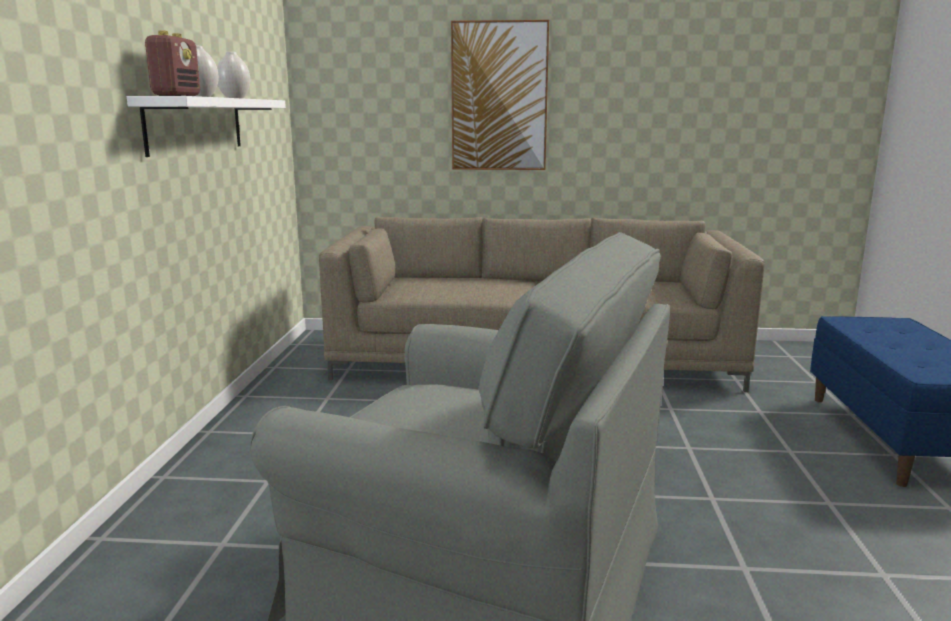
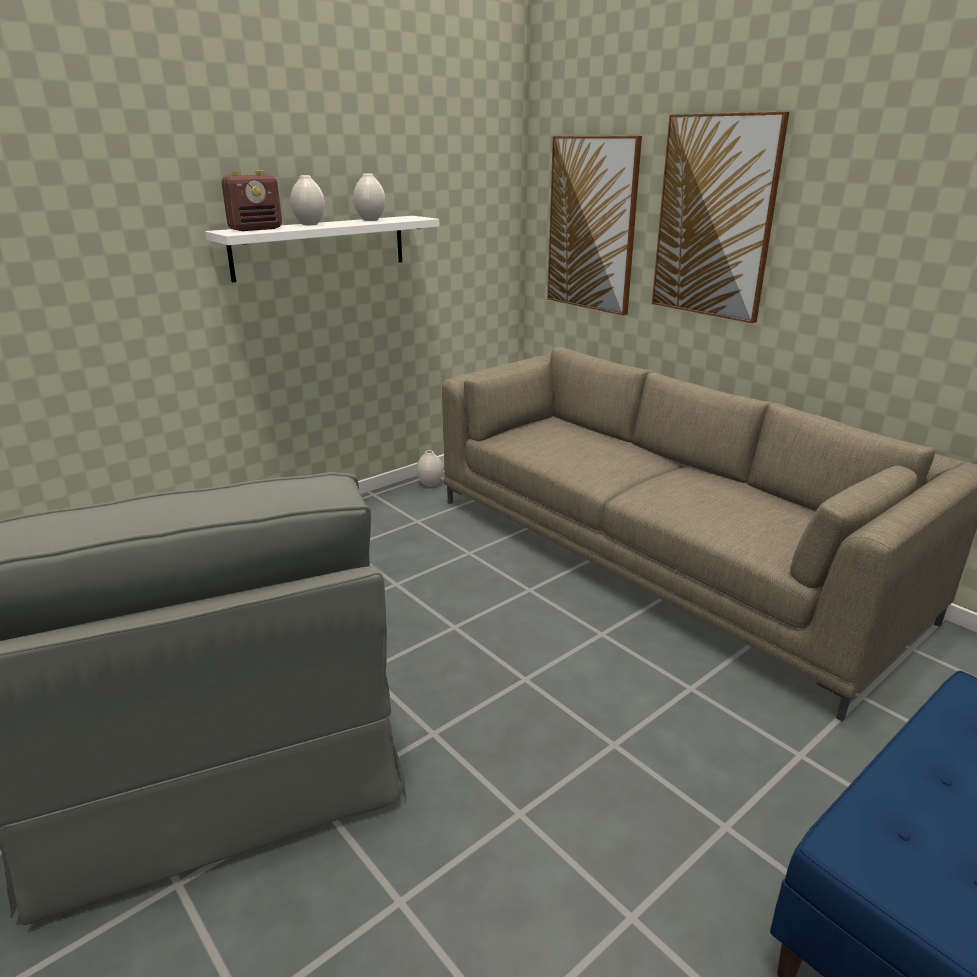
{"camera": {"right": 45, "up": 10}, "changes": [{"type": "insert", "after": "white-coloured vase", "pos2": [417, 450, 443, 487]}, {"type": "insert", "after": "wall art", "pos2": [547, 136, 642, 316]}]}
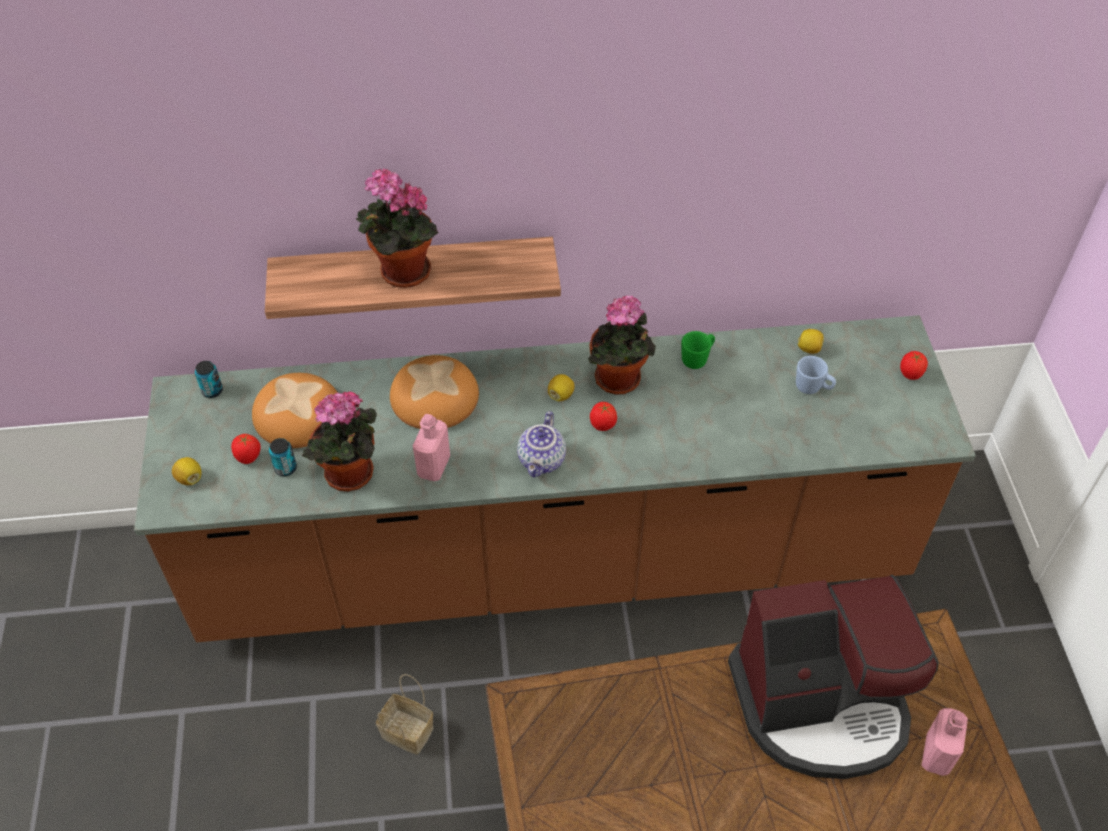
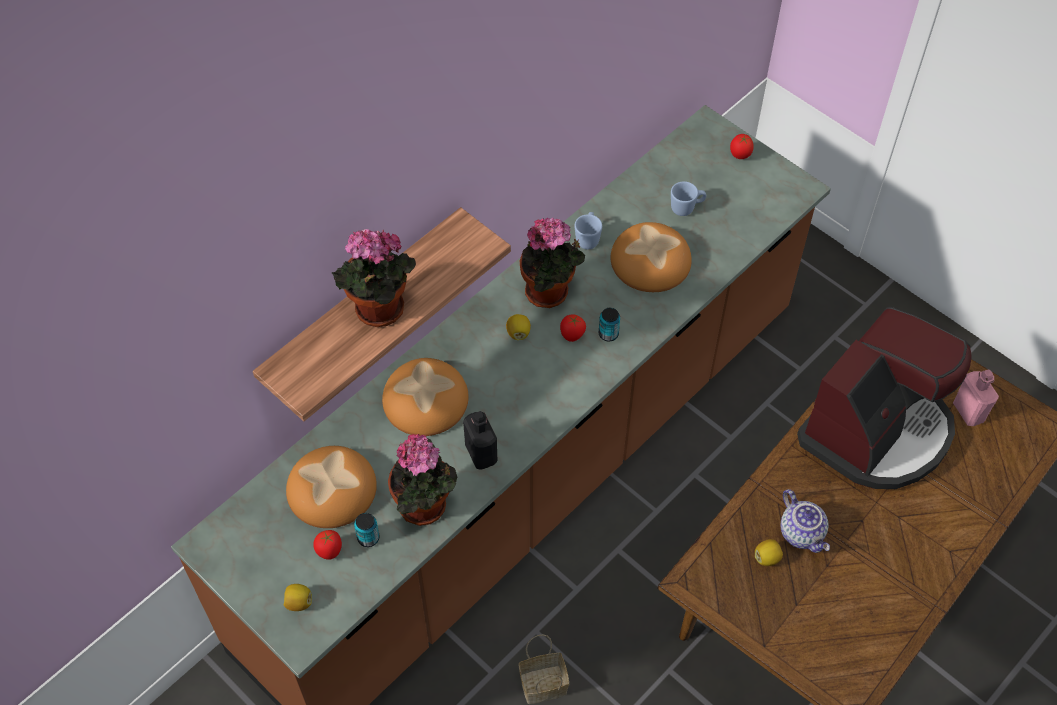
{"camera": {"right": -40, "up": 5}, "changes": [{"type": "insert", "after": "bakery bread", "pos2": [611, 222, 692, 292]}, {"type": "move", "before": "sealed can", "pos1": [195, 361, 223, 398], "pos2": [599, 308, 620, 341]}, {"type": "move", "before": "teapot", "pos1": [517, 411, 566, 477], "pos2": [781, 489, 830, 553]}, {"type": "move", "before": "whole lemon", "pos1": [798, 329, 824, 354], "pos2": [755, 539, 783, 566]}, {"type": "recolor", "before": "pink drink bottle", "after": "black drink bottle", "pos1": [413, 414, 450, 481], "pos2": [463, 411, 498, 470]}, {"type": "recolor", "before": "green-coloured mug", "after": "bluish mug", "pos1": [681, 331, 715, 369], "pos2": [575, 212, 602, 249]}]}
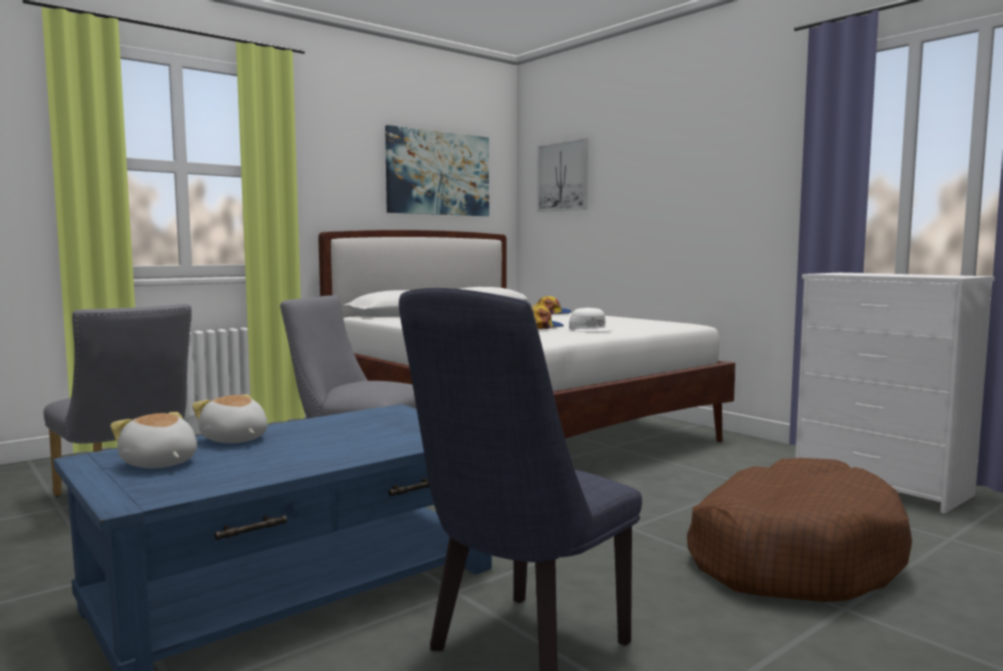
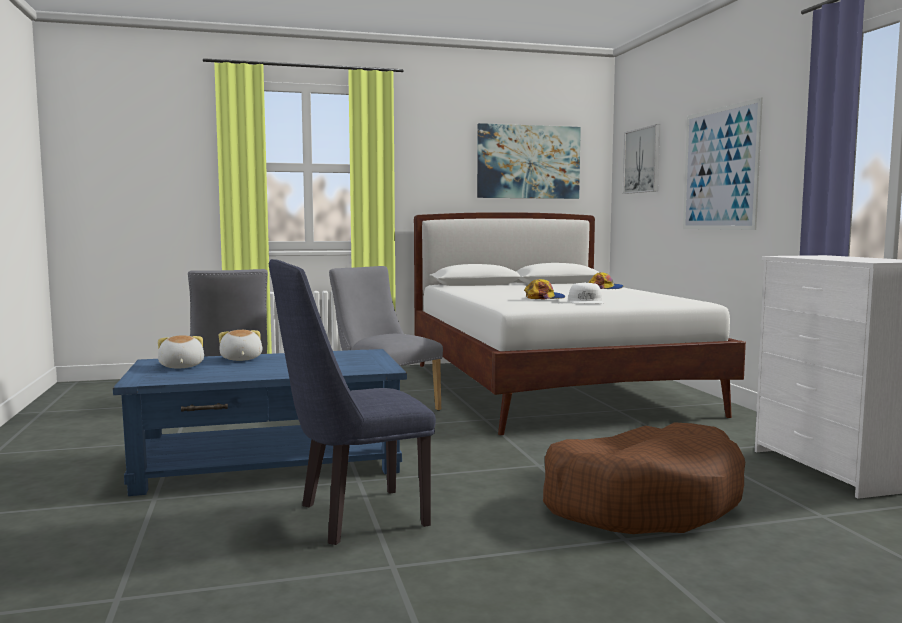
{"camera": {"right": 25, "up": 0}, "changes": [{"type": "insert", "after": "wall art", "pos2": [683, 97, 763, 230]}]}
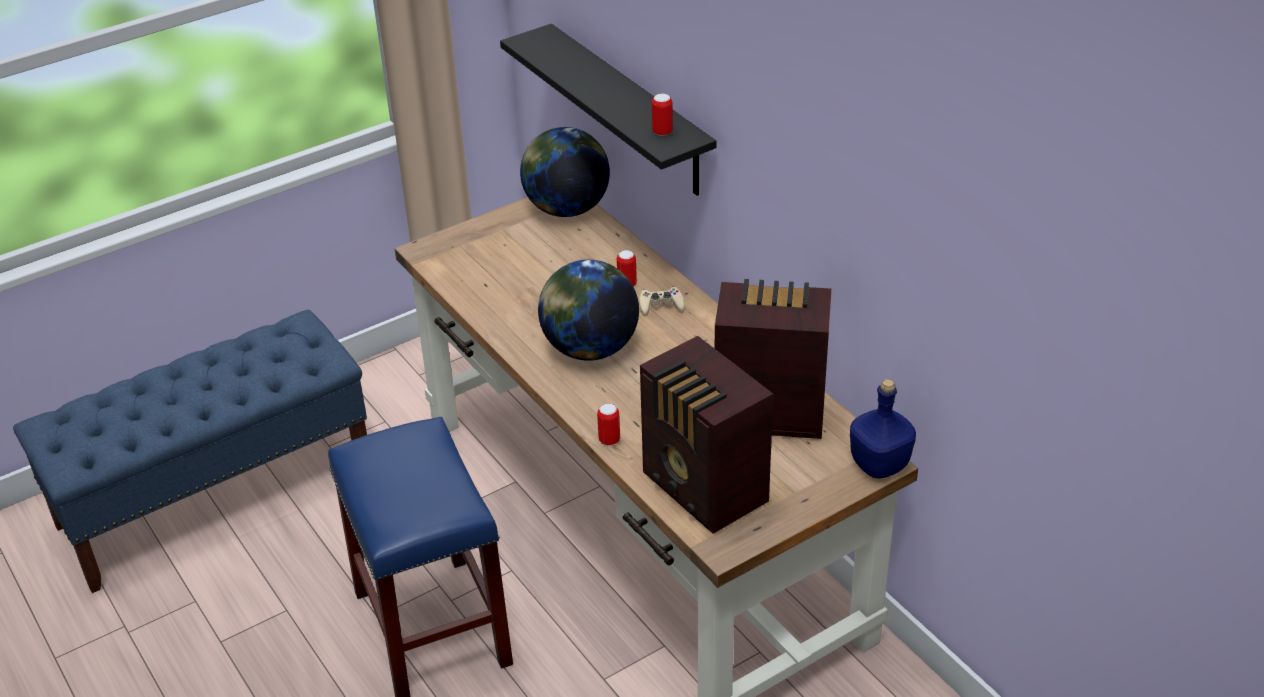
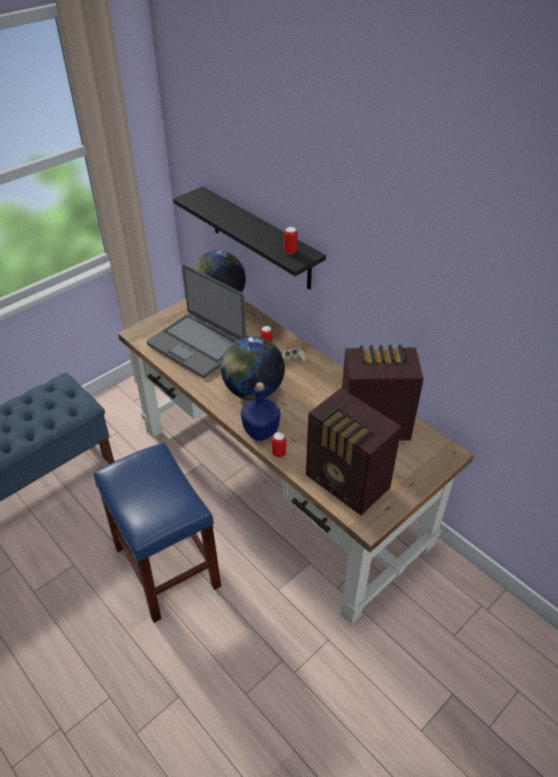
{"camera": {"right": -10, "up": 5}, "changes": [{"type": "insert", "after": "notebook computer", "pos2": [147, 264, 246, 378]}, {"type": "move", "before": "bluish drink bottle", "pos1": [850, 379, 916, 479], "pos2": [241, 382, 280, 441]}]}
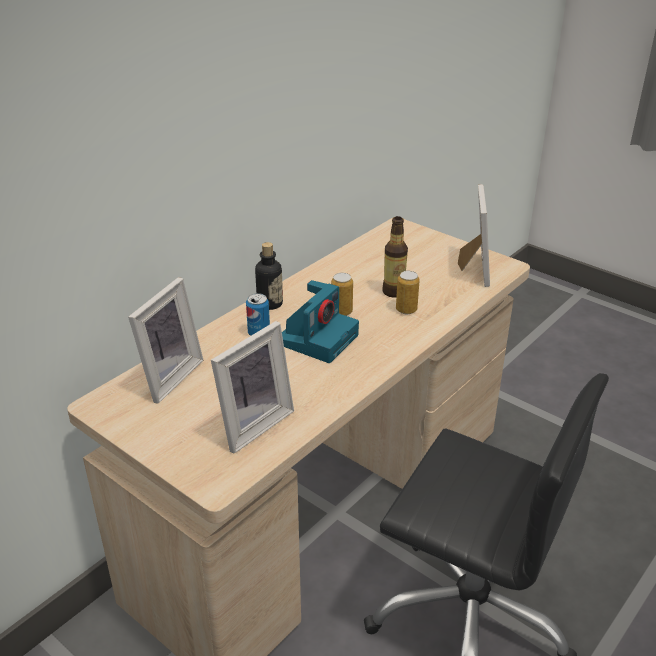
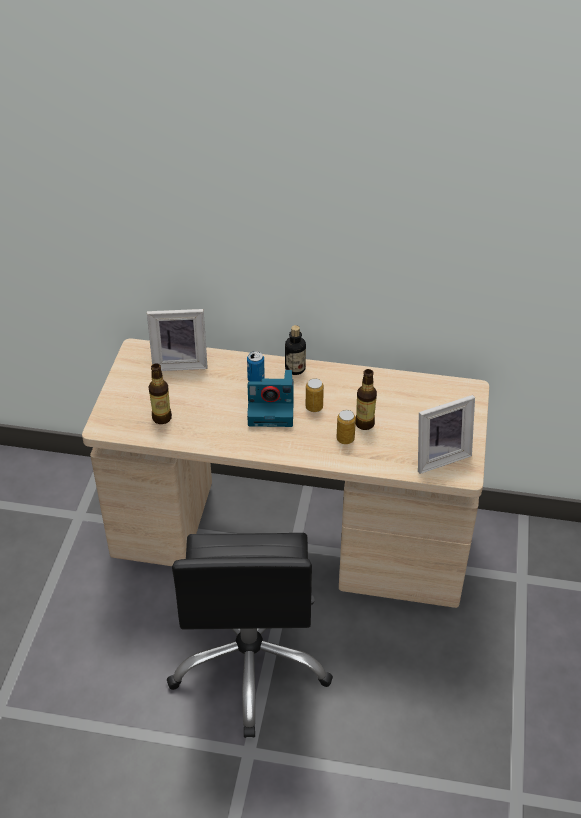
{"camera": {"right": 60, "up": 10}, "changes": [{"type": "replace", "before": "photo frame", "after": "drink bottle", "pos1": [211, 321, 294, 453], "pos2": [148, 363, 172, 424]}]}
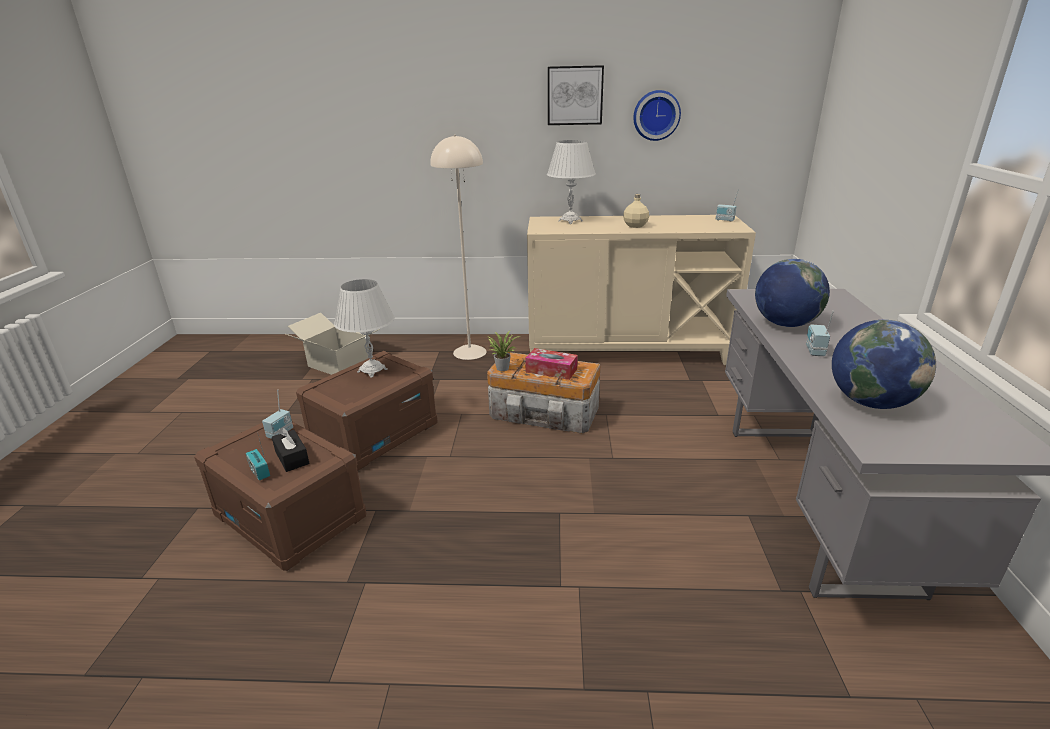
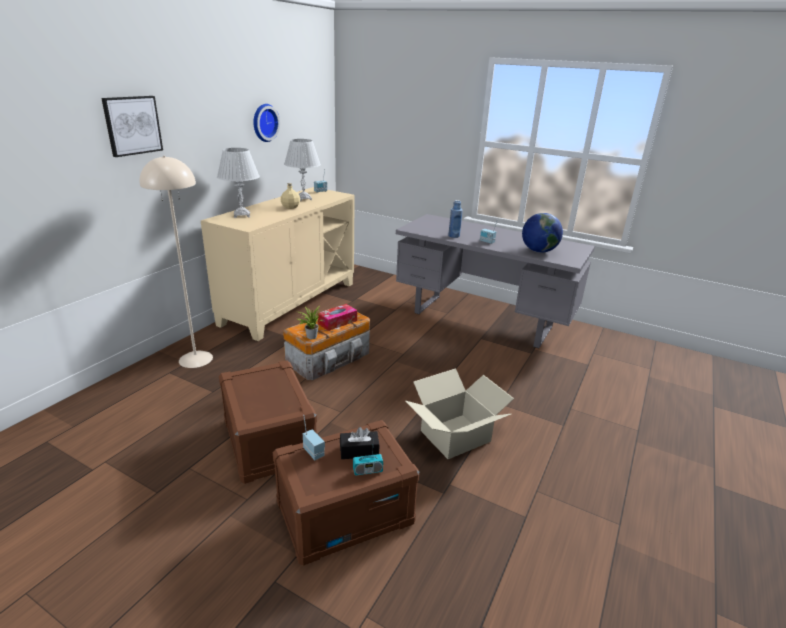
{"camera": {"right": -65, "up": 0}, "changes": [{"type": "move", "before": "packing box", "pos1": [286, 313, 379, 375], "pos2": [405, 368, 514, 459]}, {"type": "move", "before": "white-coloured lamp for a table", "pos1": [334, 279, 395, 378], "pos2": [284, 139, 321, 201]}, {"type": "move", "before": "wall art", "pos1": [548, 65, 604, 125], "pos2": [101, 96, 163, 157]}, {"type": "replace", "before": "desk globe", "after": "bluish drink bottle", "pos1": [755, 259, 830, 327], "pos2": [448, 200, 463, 238]}]}
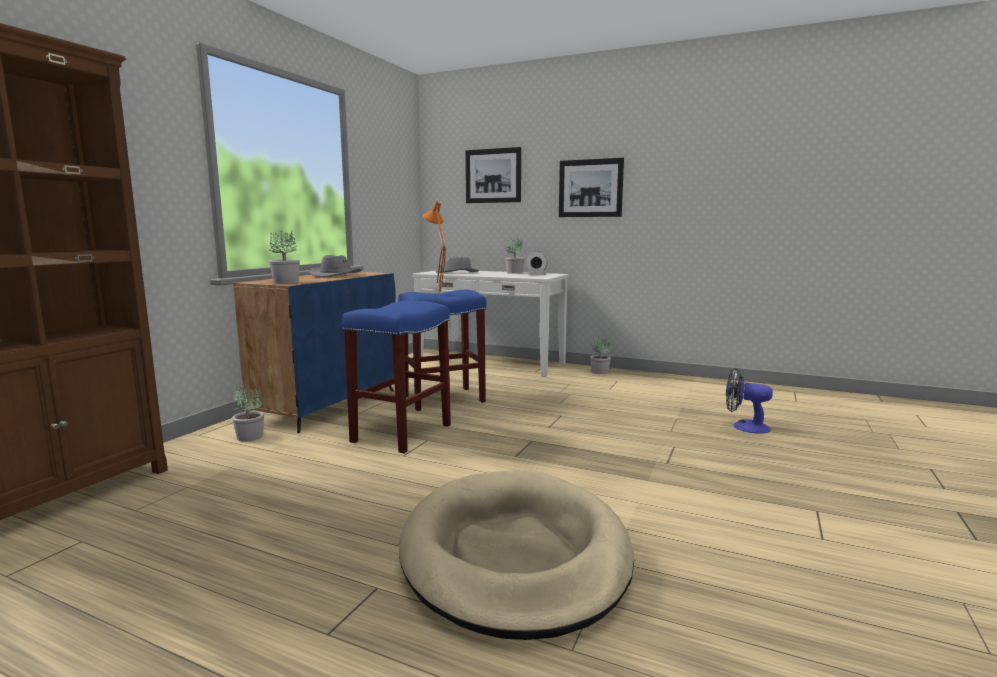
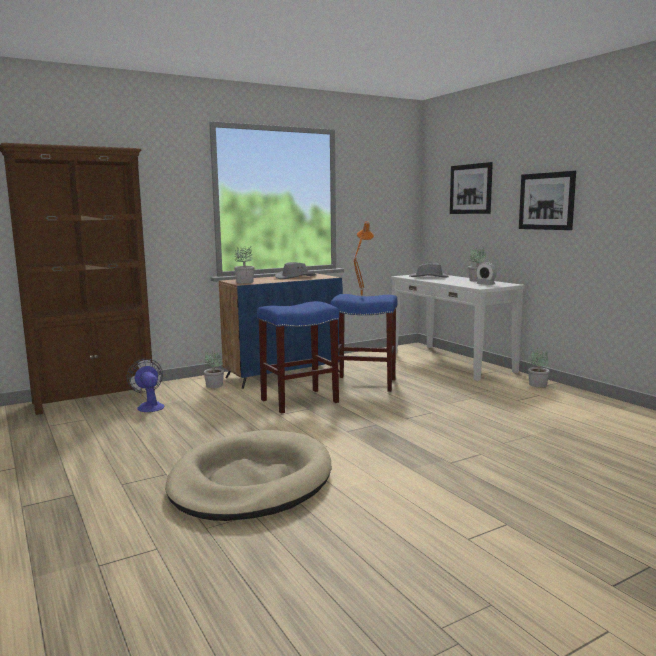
{"camera": {"right": 35, "up": 0}, "changes": [{"type": "move", "before": "fan", "pos1": [726, 368, 773, 434], "pos2": [127, 359, 165, 412]}]}
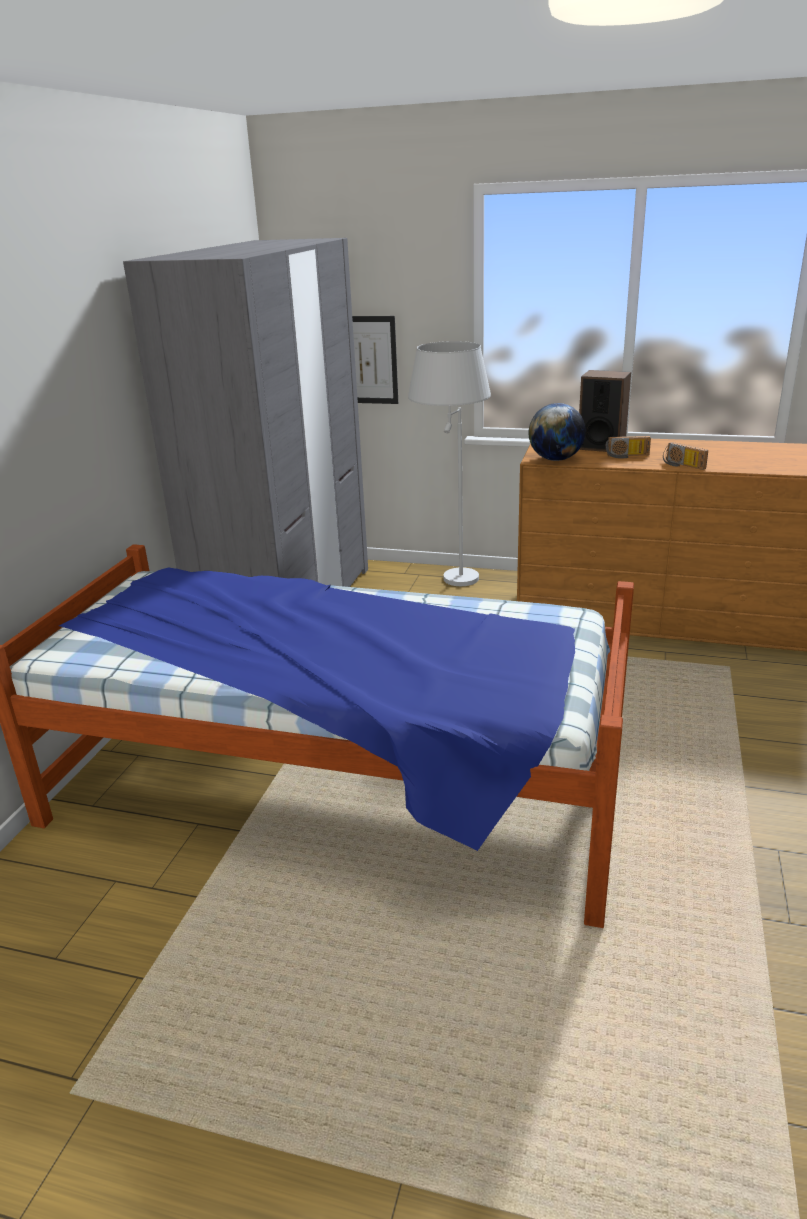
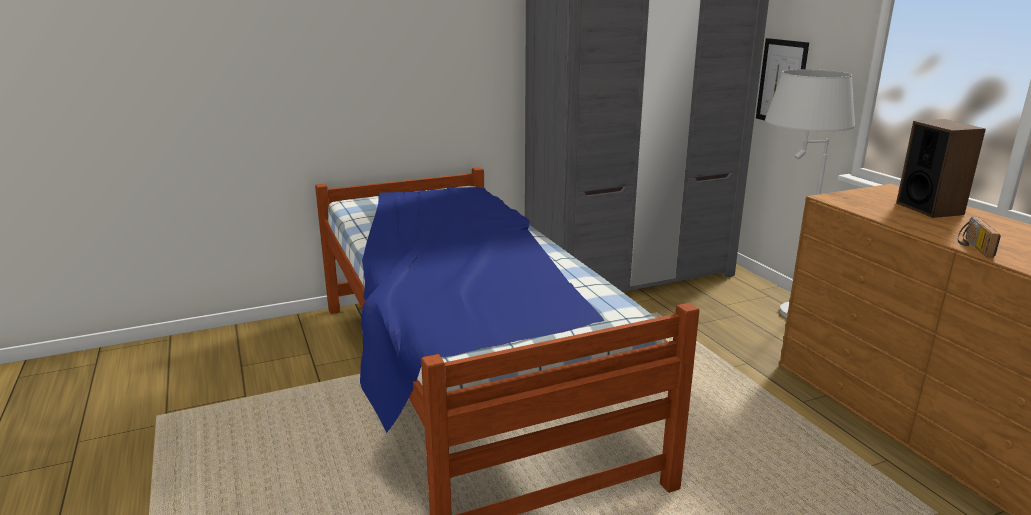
{"camera": {"right": 50, "up": -5}, "changes": [{"type": "delete", "before": "desk globe", "pos1": [529, 403, 586, 461]}, {"type": "delete", "before": "radio set", "pos1": [606, 436, 651, 458]}]}
